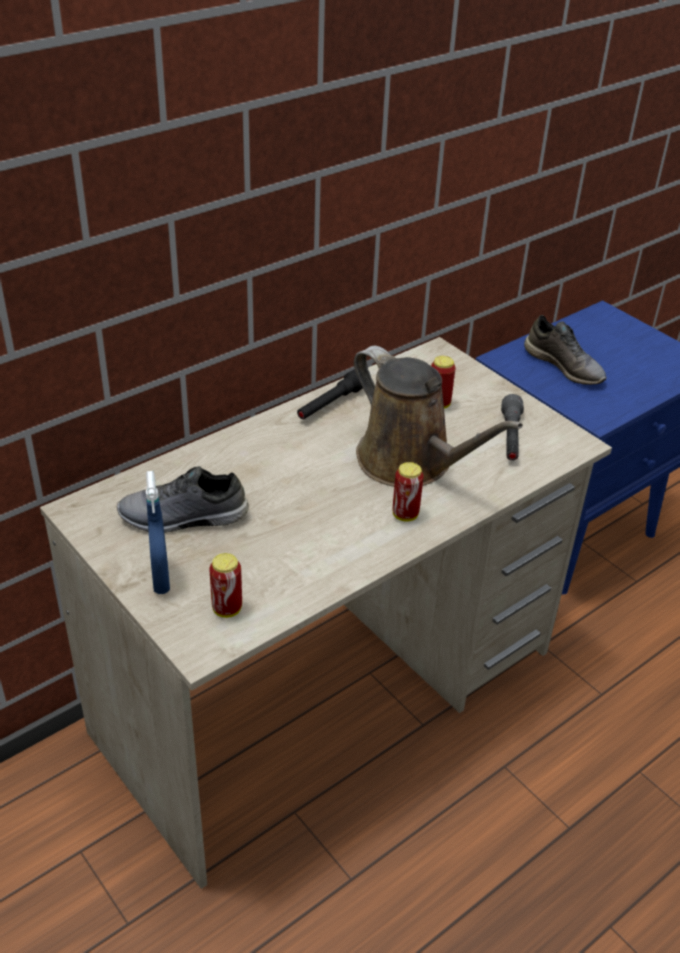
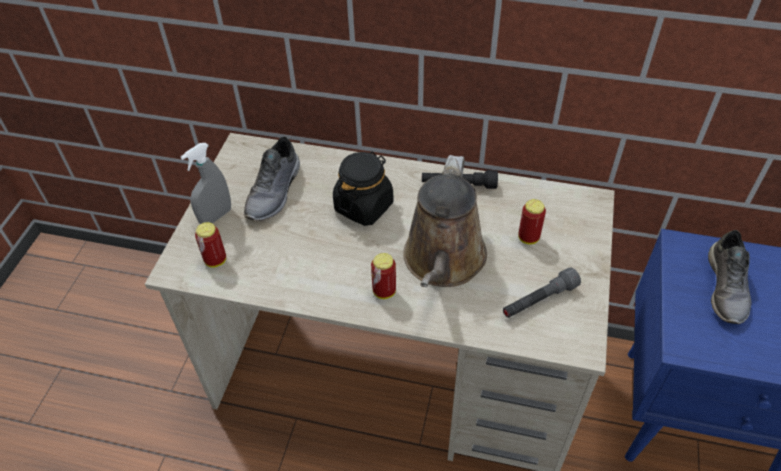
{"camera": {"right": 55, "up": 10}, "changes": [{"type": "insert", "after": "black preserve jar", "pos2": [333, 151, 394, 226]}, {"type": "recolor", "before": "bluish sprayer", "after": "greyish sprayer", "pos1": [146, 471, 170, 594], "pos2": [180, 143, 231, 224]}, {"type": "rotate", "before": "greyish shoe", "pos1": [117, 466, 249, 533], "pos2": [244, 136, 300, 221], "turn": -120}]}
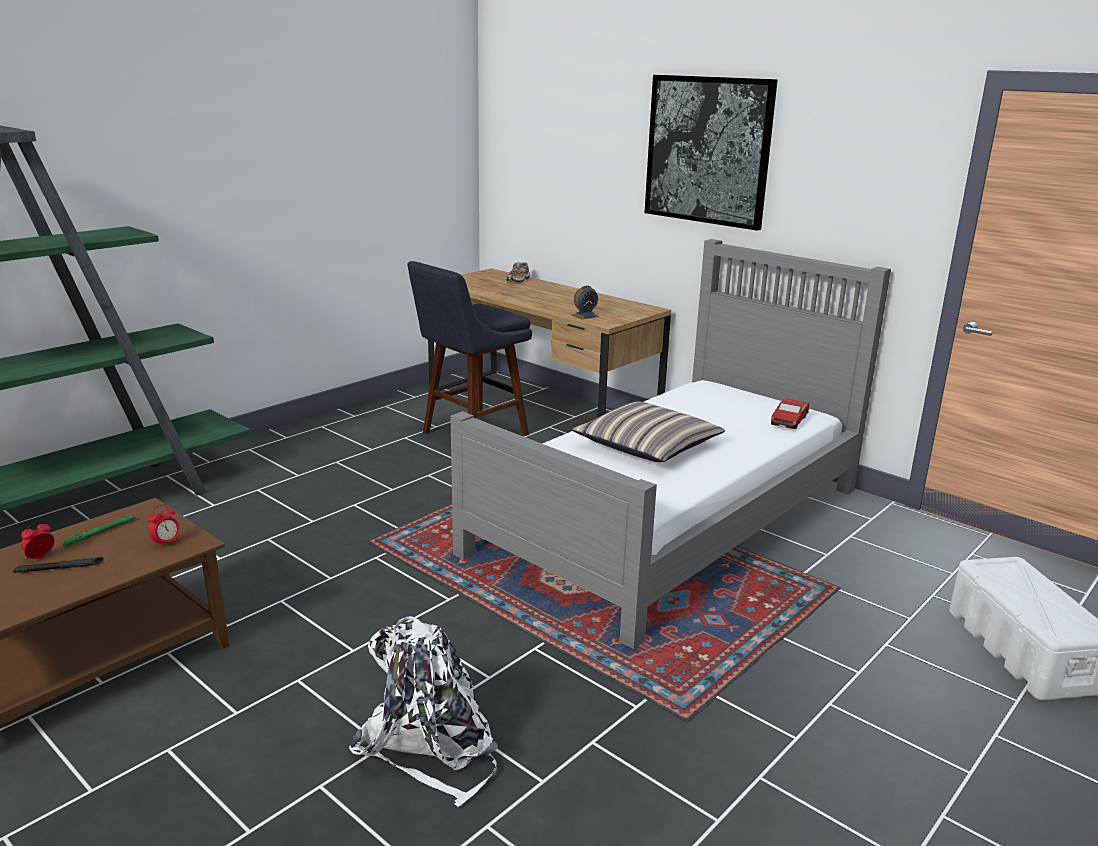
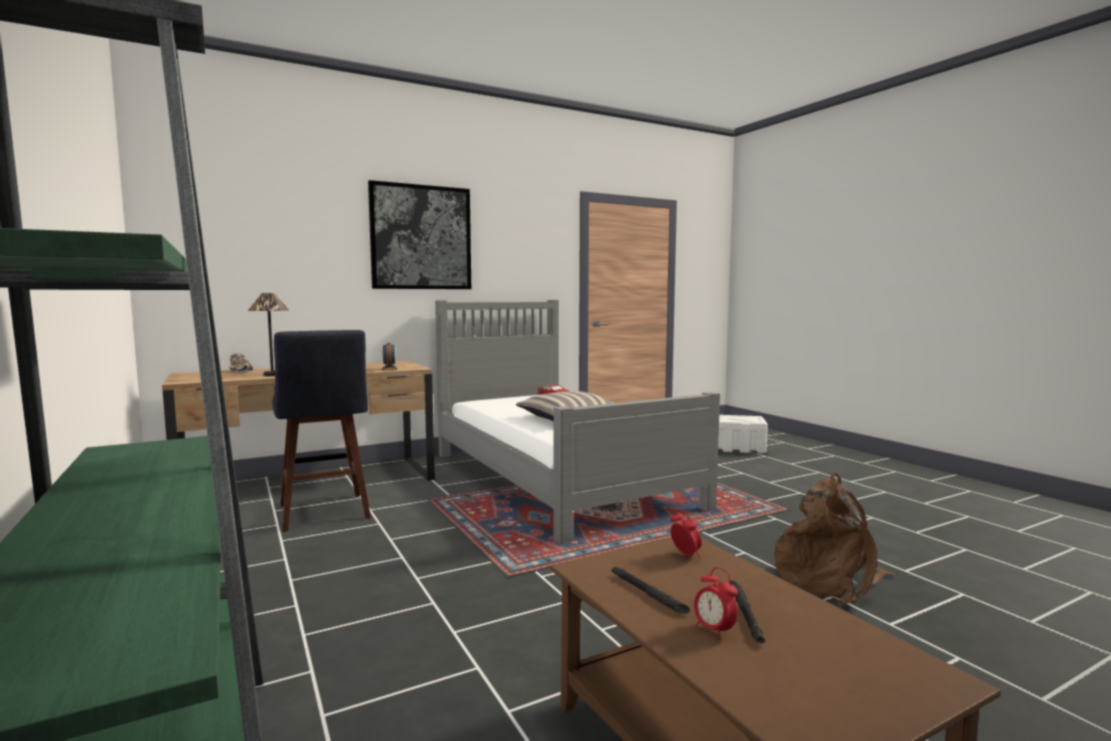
{"camera": {"right": -70, "up": -15}, "changes": [{"type": "insert", "after": "lamp for a table", "pos2": [248, 293, 289, 376]}, {"type": "recolor", "before": "green-coloured flashlight", "after": "black flashlight", "pos1": [63, 514, 135, 547], "pos2": [612, 567, 690, 614]}, {"type": "recolor", "before": "white-coloured rucksack", "after": "brown rucksack", "pos1": [349, 616, 499, 807], "pos2": [774, 473, 895, 606]}]}
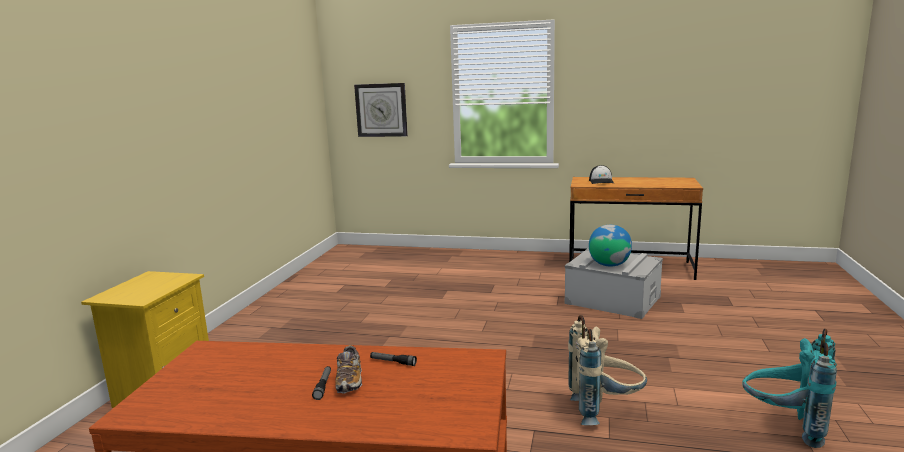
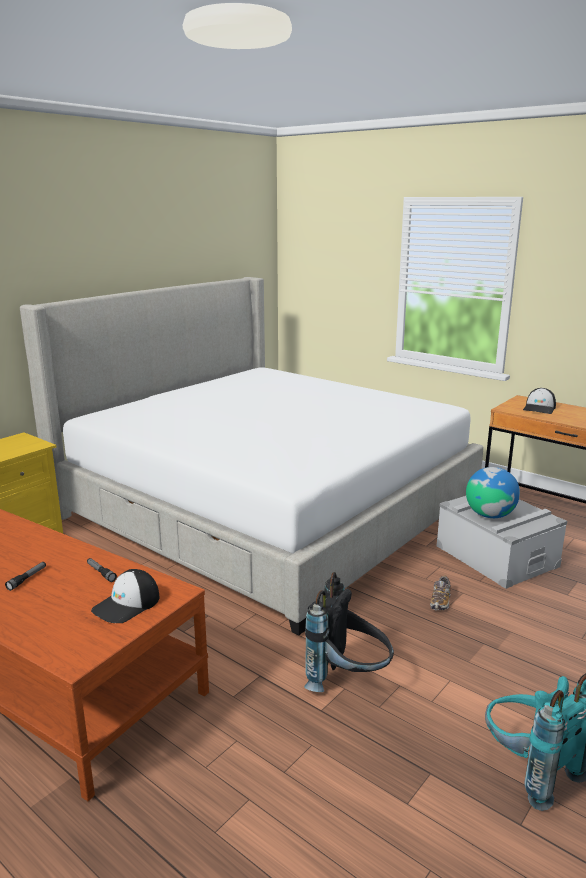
{"camera": {"right": 25, "up": 5}, "changes": [{"type": "delete", "before": "clock on the wall", "pos1": [354, 83, 408, 137]}, {"type": "insert", "after": "bed", "pos2": [20, 277, 484, 636]}, {"type": "insert", "after": "cap", "pos2": [91, 569, 159, 623]}, {"type": "move", "before": "shoe", "pos1": [335, 345, 362, 394], "pos2": [430, 575, 451, 611]}, {"type": "recolor", "before": "beige rucksack", "after": "black rucksack", "pos1": [568, 315, 647, 425], "pos2": [304, 572, 394, 692]}]}
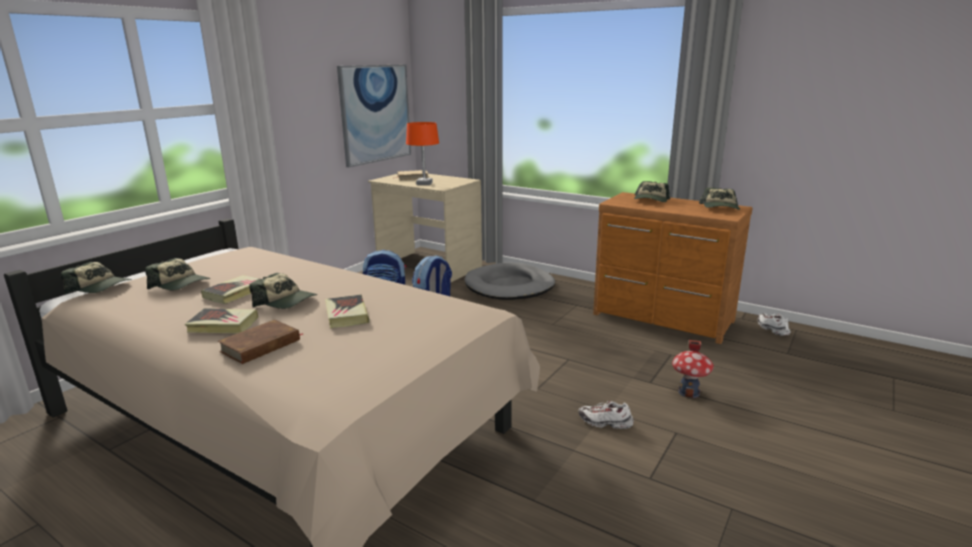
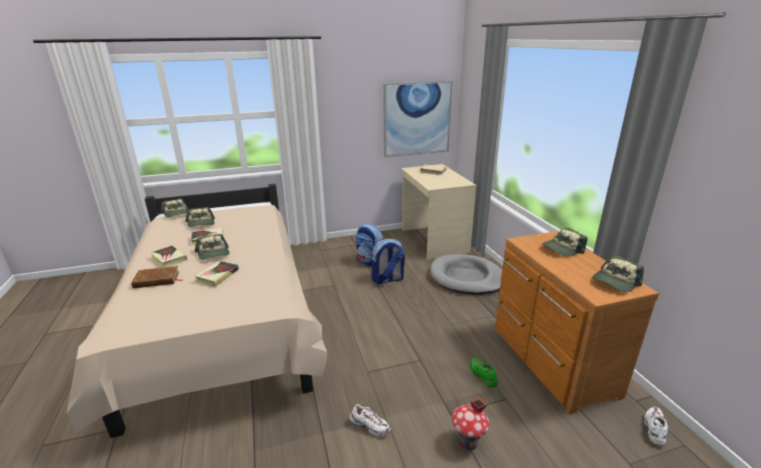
{"camera": {"right": 40, "up": 5}, "changes": [{"type": "delete", "before": "orange lamp for a table", "pos1": [406, 122, 439, 185]}, {"type": "insert", "after": "green-coloured shoe", "pos2": [470, 357, 498, 388]}, {"type": "rotate", "before": "white-coloured shoe", "pos1": [579, 401, 634, 429], "pos2": [350, 404, 391, 436], "turn": 150}]}
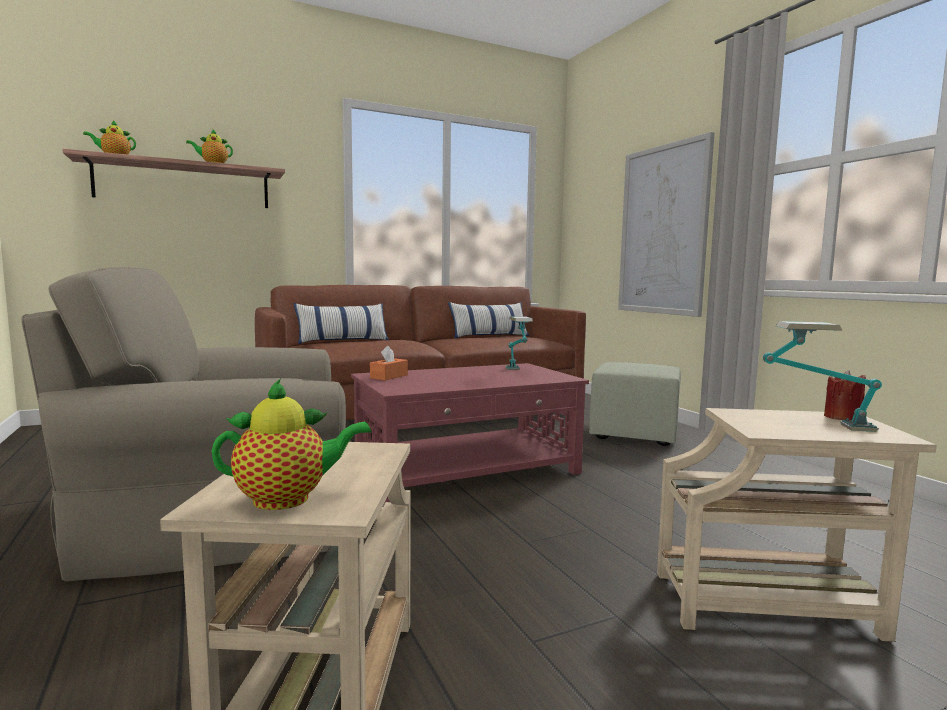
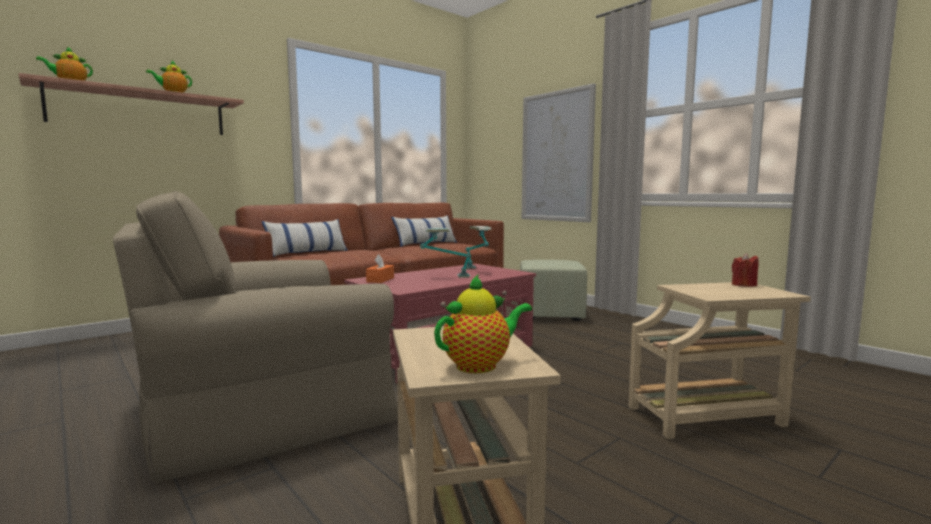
{"camera": {"right": -15, "up": 0}, "changes": [{"type": "move", "before": "lamp for a table", "pos1": [763, 321, 882, 432], "pos2": [420, 228, 471, 278]}]}
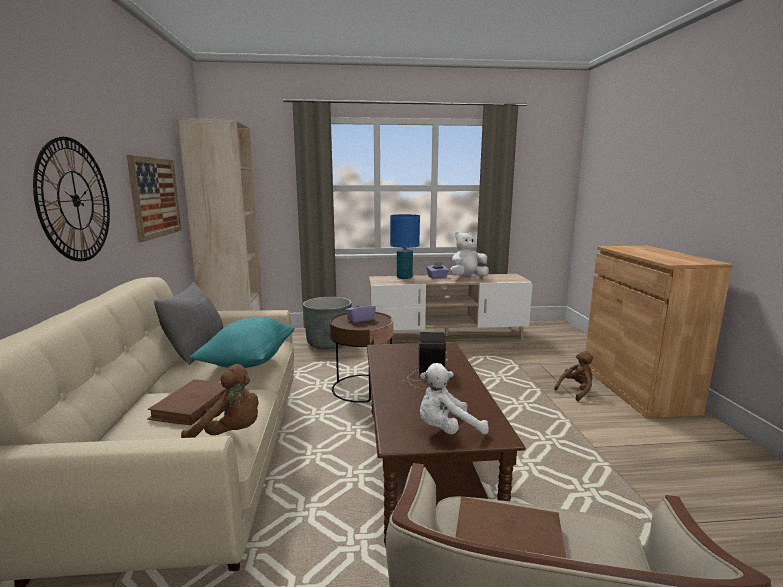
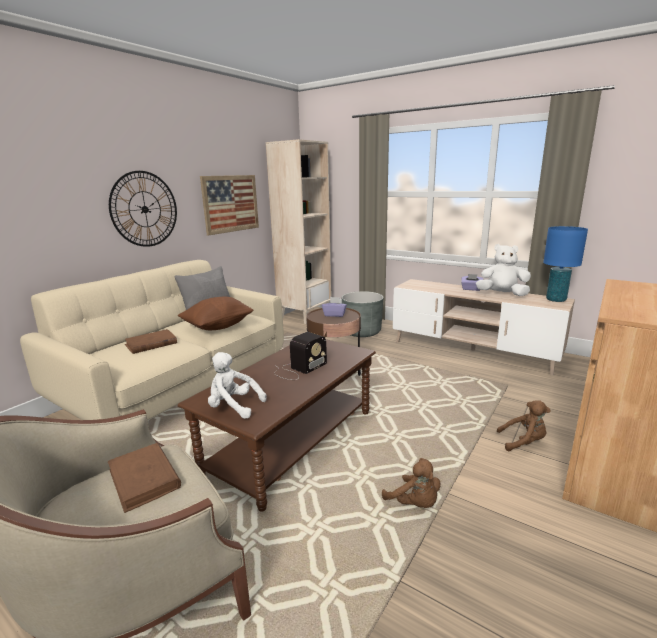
{"camera": {"right": 40, "up": 5}, "changes": [{"type": "move", "before": "brown plush toy", "pos1": [181, 364, 259, 438], "pos2": [382, 458, 440, 508]}, {"type": "move", "before": "bluish lamp for a table", "pos1": [390, 214, 420, 279], "pos2": [543, 226, 588, 302]}, {"type": "recolor", "before": "turquoise-coloured cushion", "after": "brown cushion", "pos1": [190, 317, 295, 368], "pos2": [178, 297, 253, 330]}]}
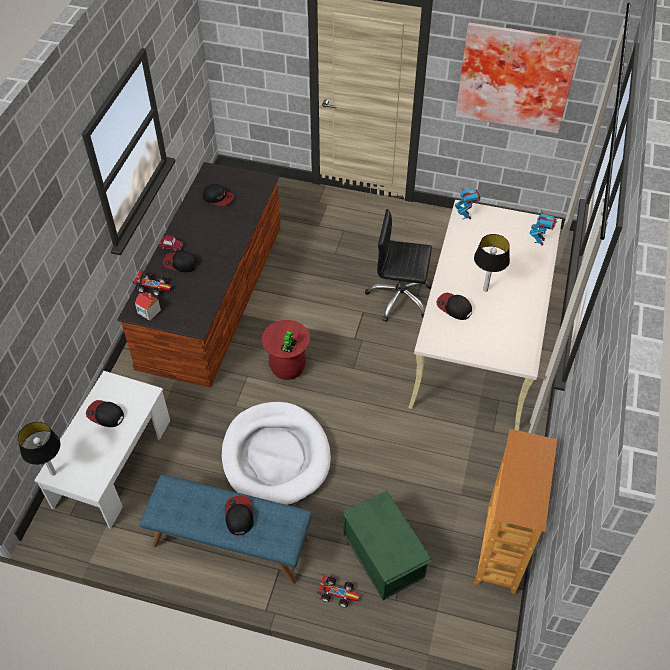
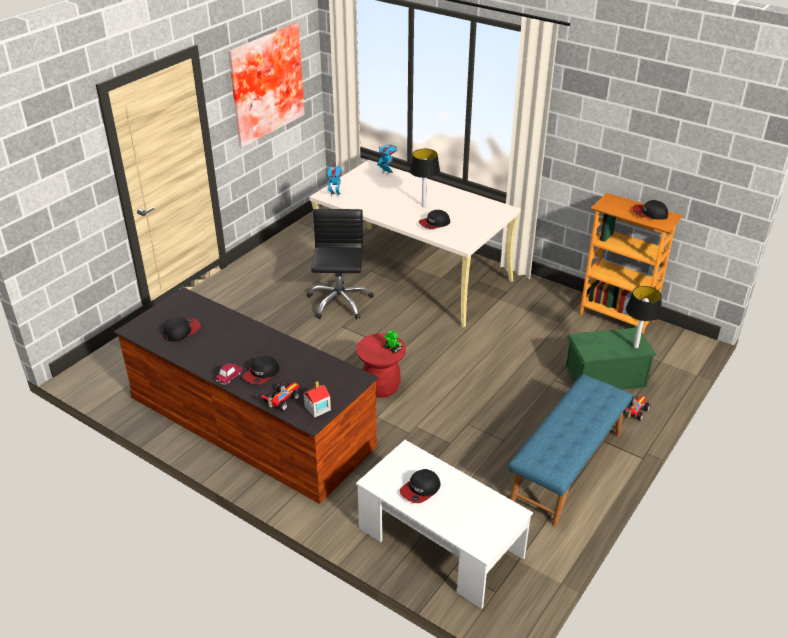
{"camera": {"right": -70, "up": -15}, "changes": [{"type": "delete", "before": "white-coloured dog cushion", "pos1": [222, 402, 331, 505]}, {"type": "move", "before": "lamp for a table", "pos1": [18, 422, 60, 476], "pos2": [626, 286, 662, 348]}, {"type": "move", "before": "cap", "pos1": [225, 496, 253, 535], "pos2": [633, 200, 668, 220]}, {"type": "rotate", "before": "black desk chair", "pos1": [365, 209, 432, 322], "pos2": [307, 209, 374, 319], "turn": 150}]}
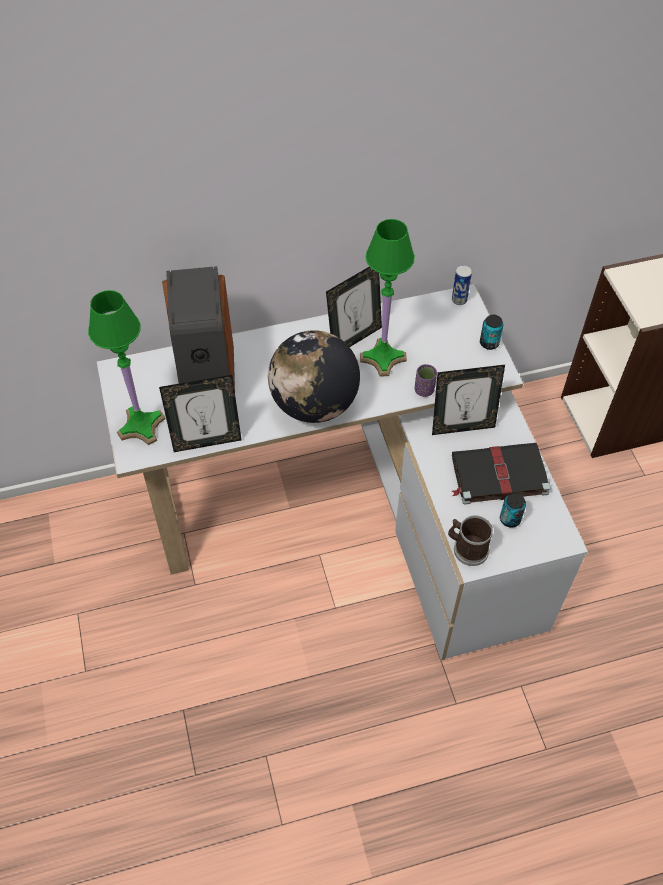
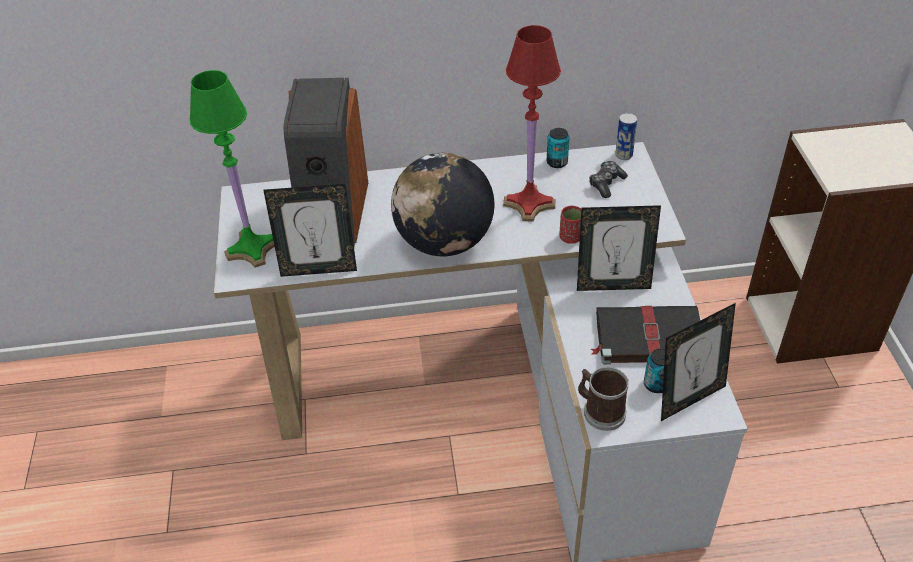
{"camera": {"right": 10, "up": -10}, "changes": [{"type": "insert", "after": "joypad", "pos2": [589, 161, 628, 198]}, {"type": "move", "before": "photo frame", "pos1": [326, 267, 382, 347], "pos2": [661, 303, 736, 421]}, {"type": "move", "before": "sealed can", "pos1": [480, 315, 503, 350], "pos2": [547, 128, 569, 168]}, {"type": "recolor", "before": "green-coloured lamp for a table", "after": "red lamp for a table", "pos1": [360, 219, 415, 376], "pos2": [503, 25, 561, 222]}, {"type": "recolor", "before": "purple-coloured drinking cup", "after": "red drinking cup", "pos1": [415, 364, 437, 397], "pos2": [559, 206, 581, 244]}]}
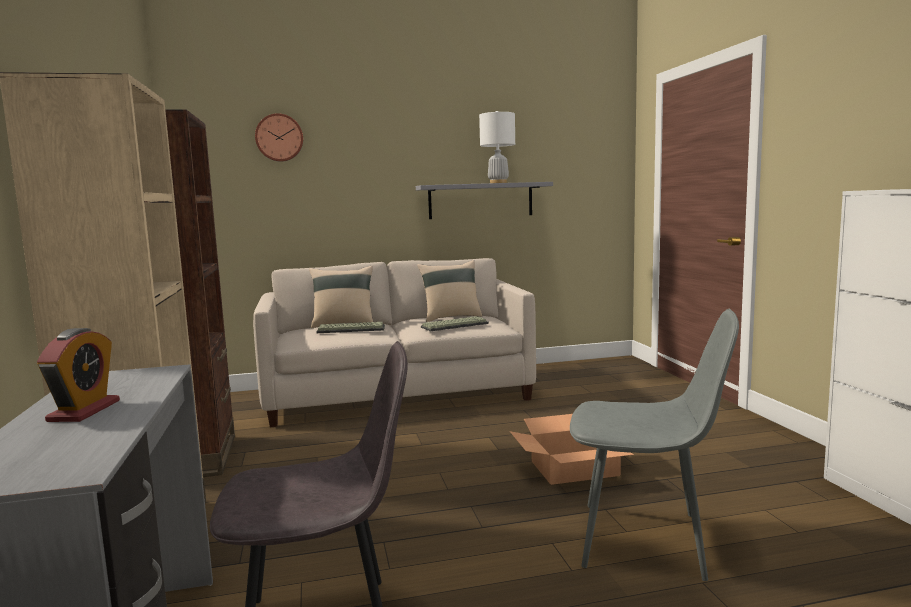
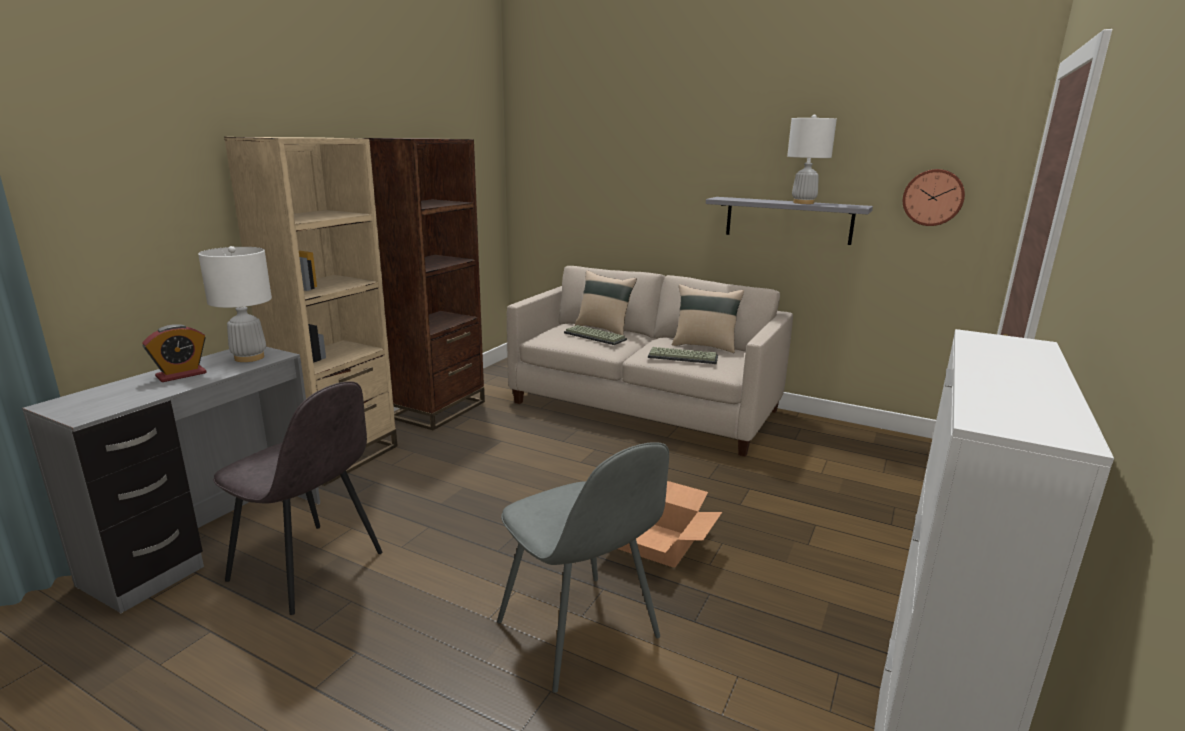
{"camera": {"right": 40, "up": 10}, "changes": [{"type": "insert", "after": "white-coloured lamp for a table", "pos2": [198, 246, 272, 362]}, {"type": "move", "before": "clock on the wall", "pos1": [255, 113, 303, 162], "pos2": [903, 169, 965, 226]}]}
